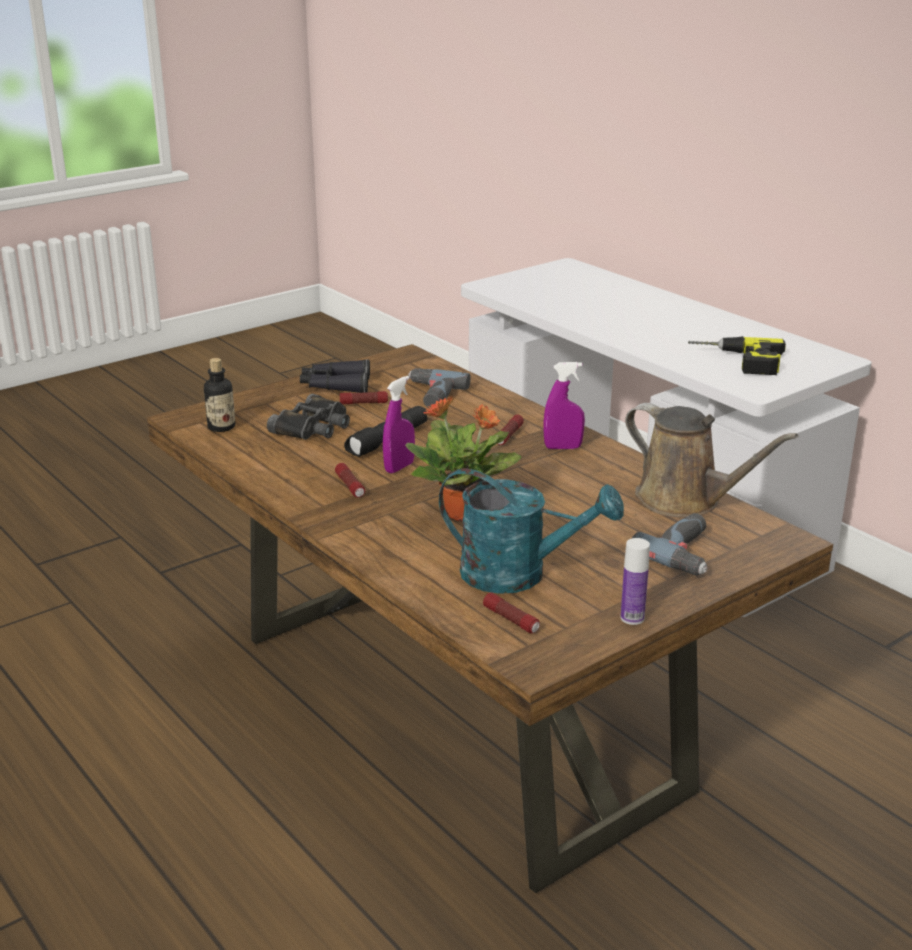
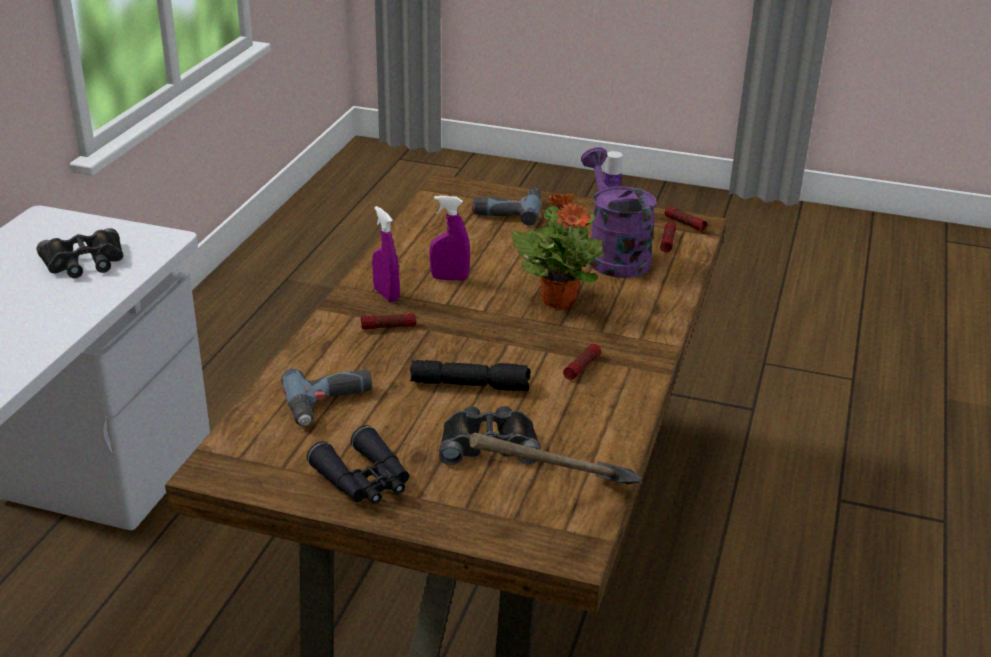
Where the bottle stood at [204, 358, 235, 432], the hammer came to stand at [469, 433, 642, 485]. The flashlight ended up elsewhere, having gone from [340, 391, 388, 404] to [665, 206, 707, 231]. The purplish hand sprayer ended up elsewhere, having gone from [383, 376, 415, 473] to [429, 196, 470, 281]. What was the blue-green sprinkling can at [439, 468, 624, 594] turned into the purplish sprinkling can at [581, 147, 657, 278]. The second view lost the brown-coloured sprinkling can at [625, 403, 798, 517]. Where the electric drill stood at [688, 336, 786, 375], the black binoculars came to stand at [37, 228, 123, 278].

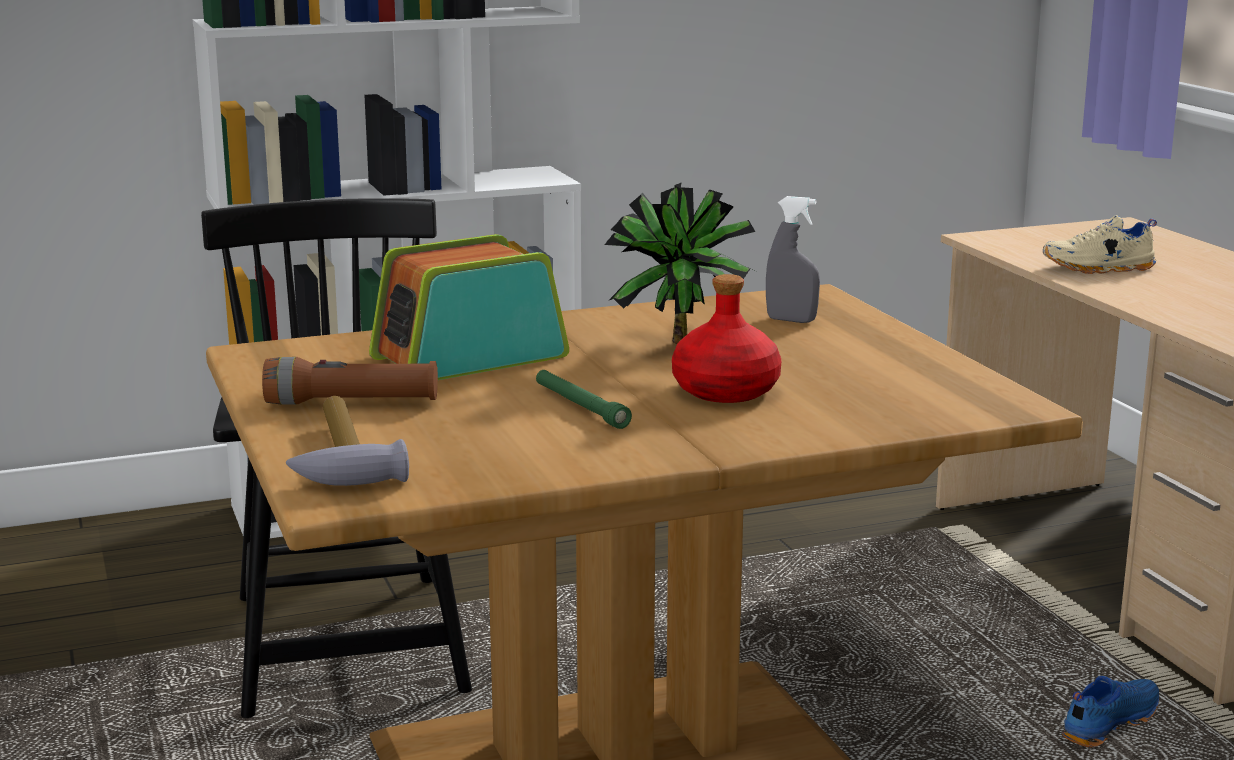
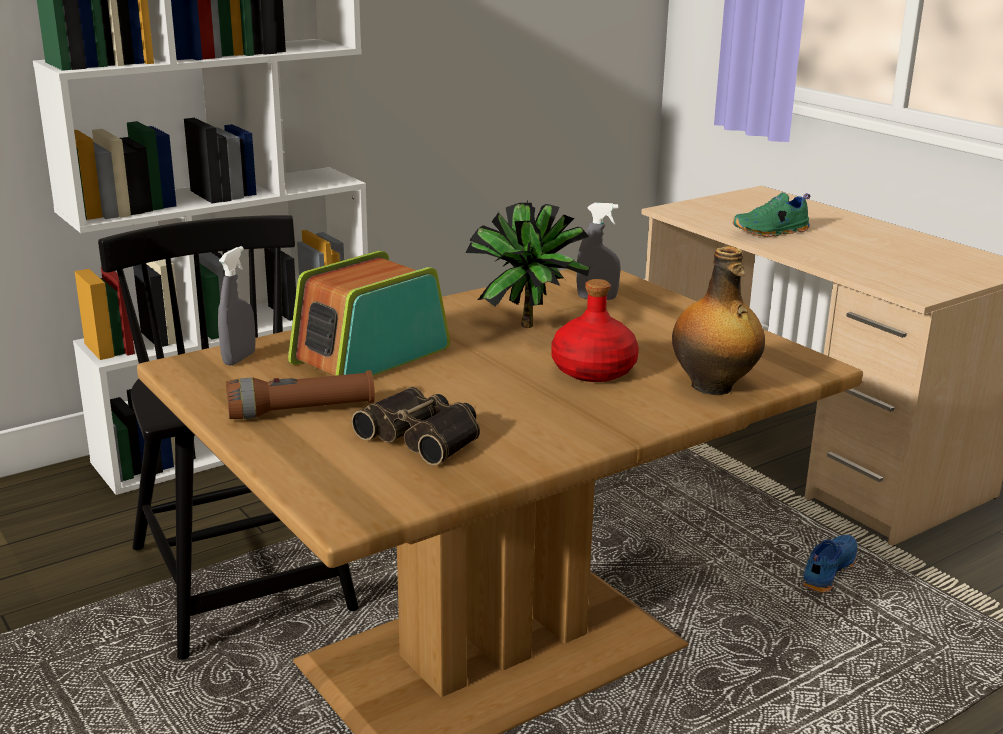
The second view lost the hammer at [285, 396, 409, 486]. The second view lost the greenish flashlight at [536, 370, 632, 429]. What was the beige-coloured item of footwear at [1043, 215, 1157, 274] turned into the greenish item of footwear at [733, 192, 810, 237]. The second view gained the gray hand sprayer at [218, 246, 256, 366]. The second view gained the binoculars at [351, 387, 480, 465]. The second view gained the bottle at [672, 246, 765, 395].

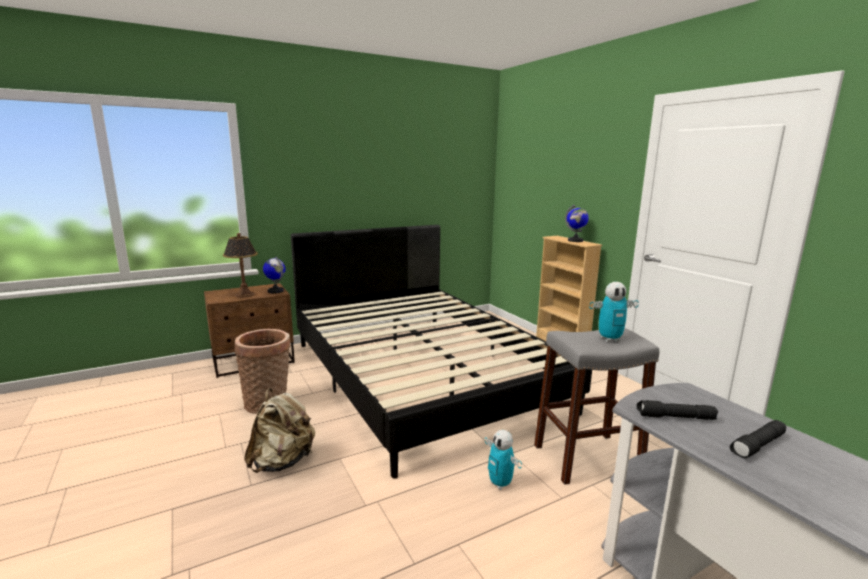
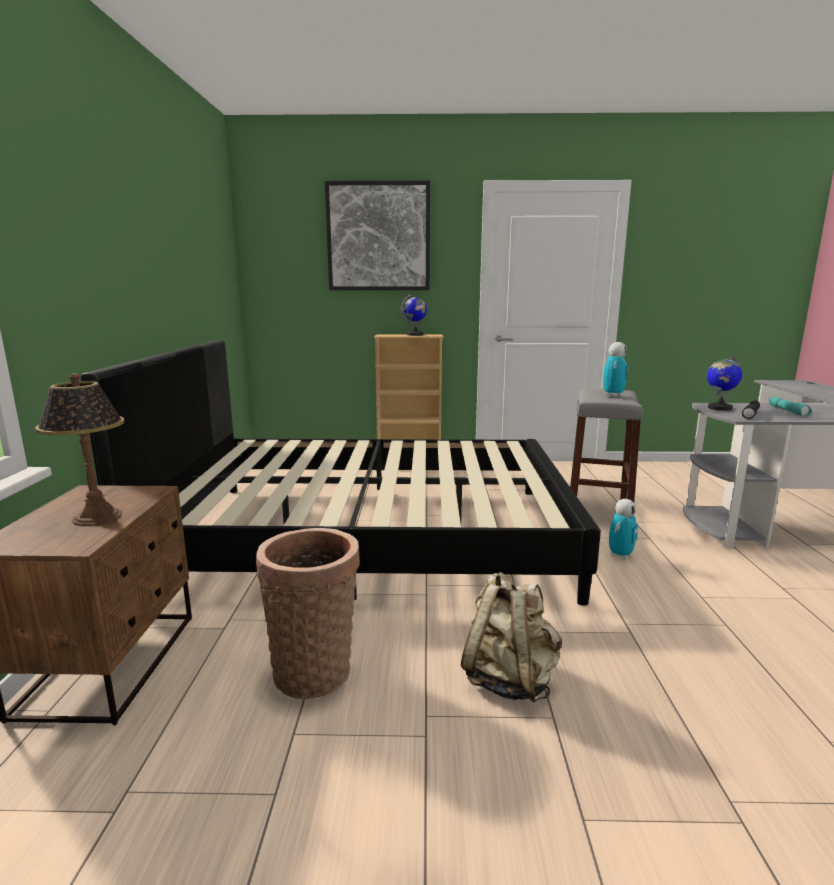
The globe ended up elsewhere, having gone from [263, 257, 286, 293] to [707, 355, 742, 411]. The model robot at [485, 430, 522, 490] ended up facing another way, 45 degrees counterclockwise from before. What was the black flashlight at [730, 420, 786, 459] turned into the blue-green flashlight at [769, 397, 812, 416]. The second view gained the wall picture at [325, 181, 430, 290].

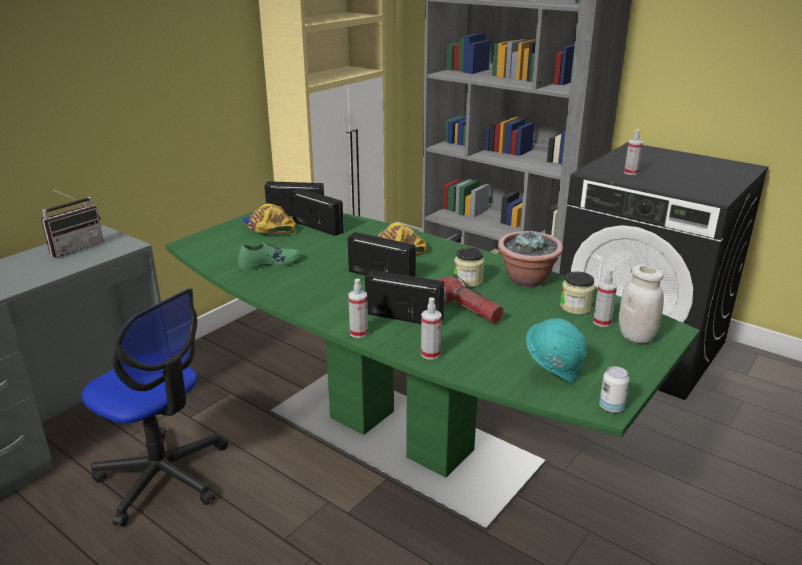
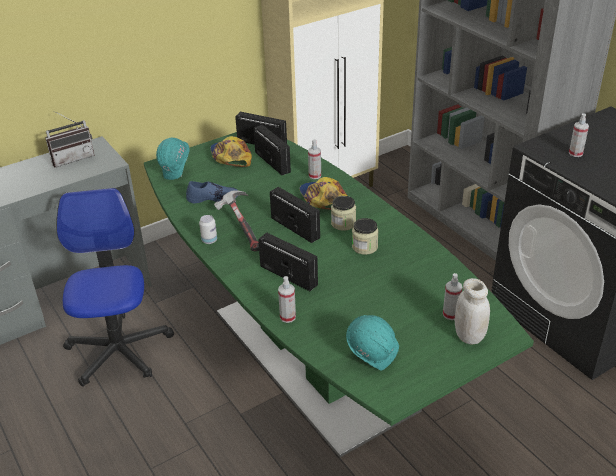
The computer chair at [82, 288, 228, 527] ended up facing another way, 150 degrees counterclockwise from before. What was the greenish item of footwear at [238, 243, 300, 271] turned into the blue-coloured item of footwear at [186, 181, 238, 203]. The hand sprayer ended up elsewhere, having gone from [348, 278, 368, 338] to [308, 139, 321, 179]. The second view lost the flashlight at [438, 274, 504, 324]. The second view lost the plant in a pot at [498, 231, 563, 287]. The jar ended up elsewhere, having gone from [560, 272, 595, 315] to [331, 196, 356, 231]. The can ended up elsewhere, having gone from [599, 366, 629, 413] to [199, 215, 217, 244]. The second view gained the blue-green work helmet at [156, 138, 190, 180]. The second view gained the hammer at [214, 190, 259, 252].

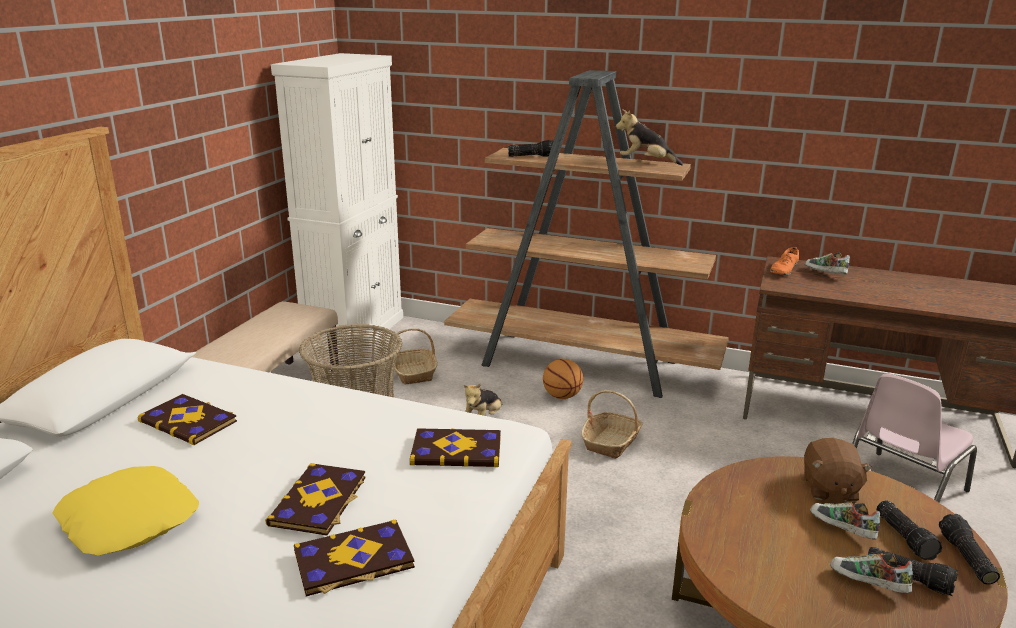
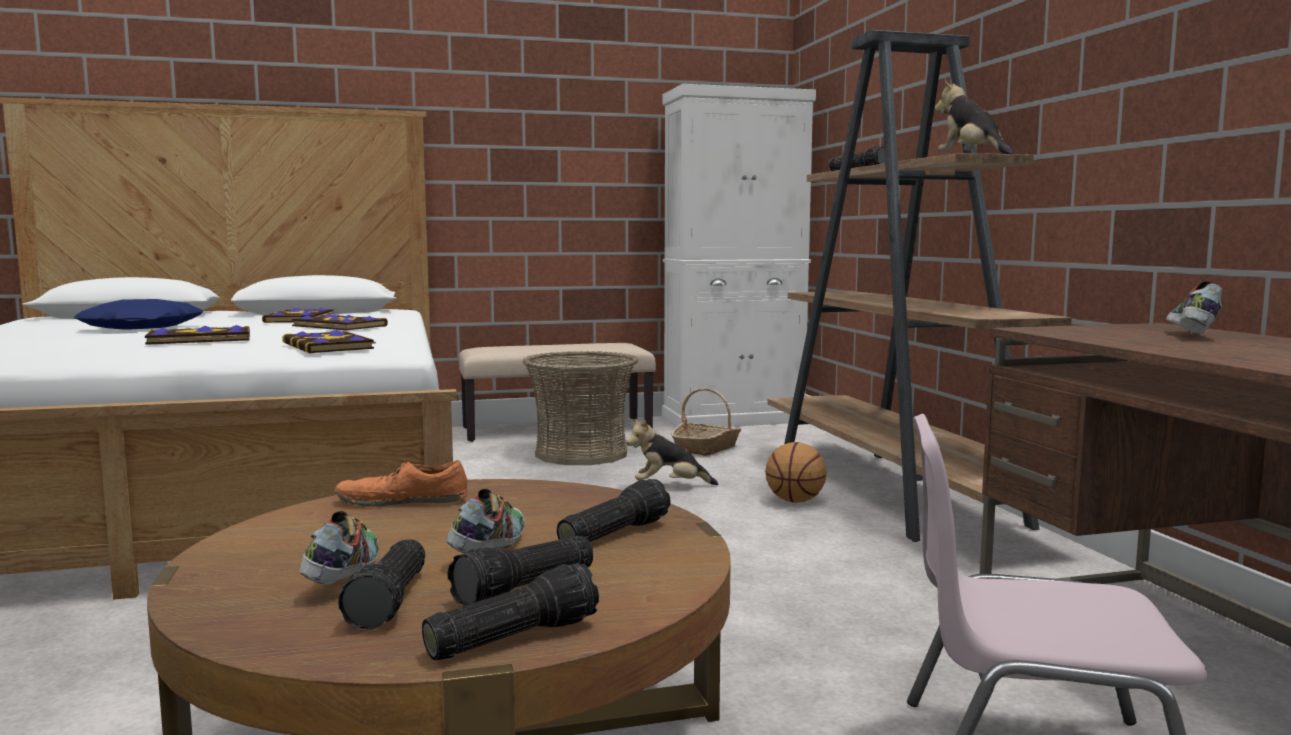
What was the yellow cushion at [53, 466, 199, 556] turned into the blue-coloured cushion at [74, 299, 203, 330]. The bound book ended up elsewhere, having gone from [294, 519, 415, 596] to [292, 313, 388, 330]. The second view lost the household basket at [581, 390, 642, 459]. The orange item of footwear ended up elsewhere, having gone from [770, 247, 799, 276] to [335, 460, 468, 507]. Where the brown-coloured cuddly toy stood at [804, 438, 873, 502], the flashlight came to stand at [557, 479, 671, 542].

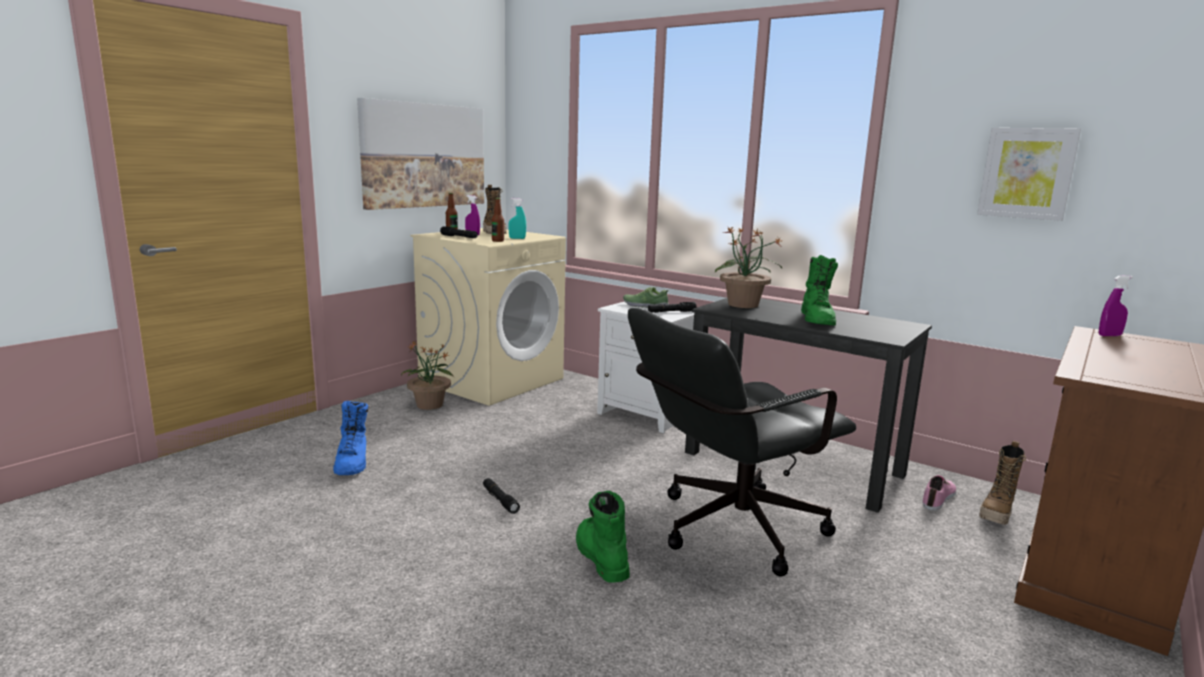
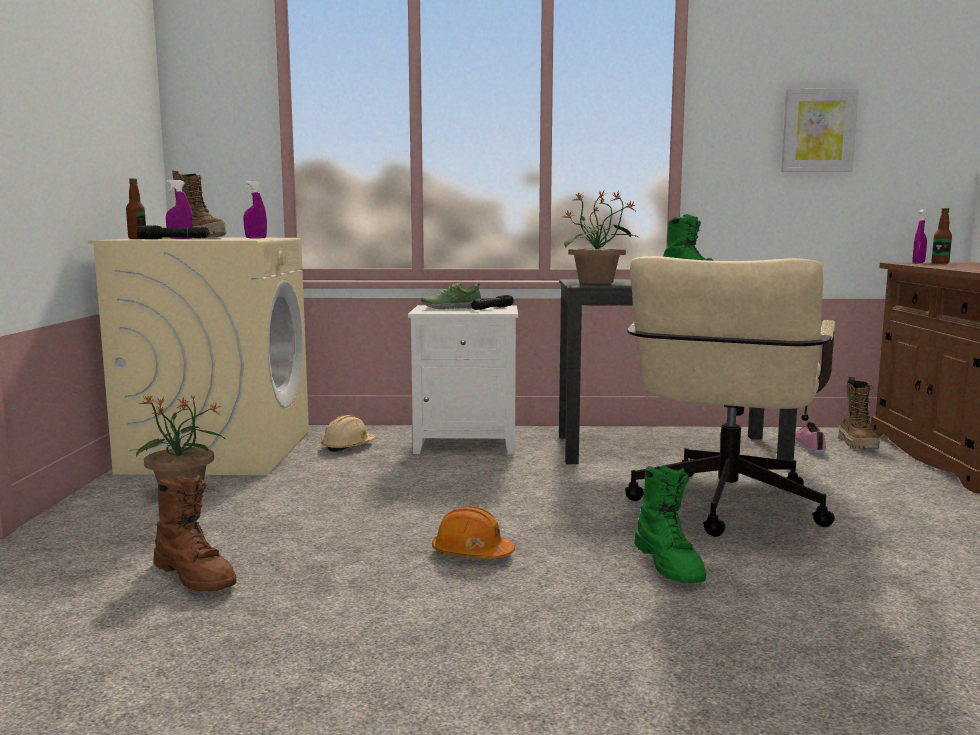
What was the blue-coloured boot at [333, 401, 368, 475] turned into the brown-coloured boot at [153, 475, 236, 591]. The second view lost the wall picture at [357, 98, 484, 210]. Where the black flashlight stood at [483, 478, 520, 514], the orange work helmet came to stand at [432, 506, 515, 558]. The bottle ended up elsewhere, having gone from [492, 198, 504, 242] to [932, 208, 952, 264]. What was the blue-green hand sprayer at [508, 198, 526, 239] turned into the purplish hand sprayer at [244, 181, 267, 238]. The greenish boot at [576, 491, 630, 582] ended up facing another way, 135 degrees counterclockwise from before. What was the black computer chair at [628, 308, 856, 577] turned into the beige-coloured computer chair at [625, 256, 835, 537]. The second view gained the beige-coloured work helmet at [321, 415, 375, 452].

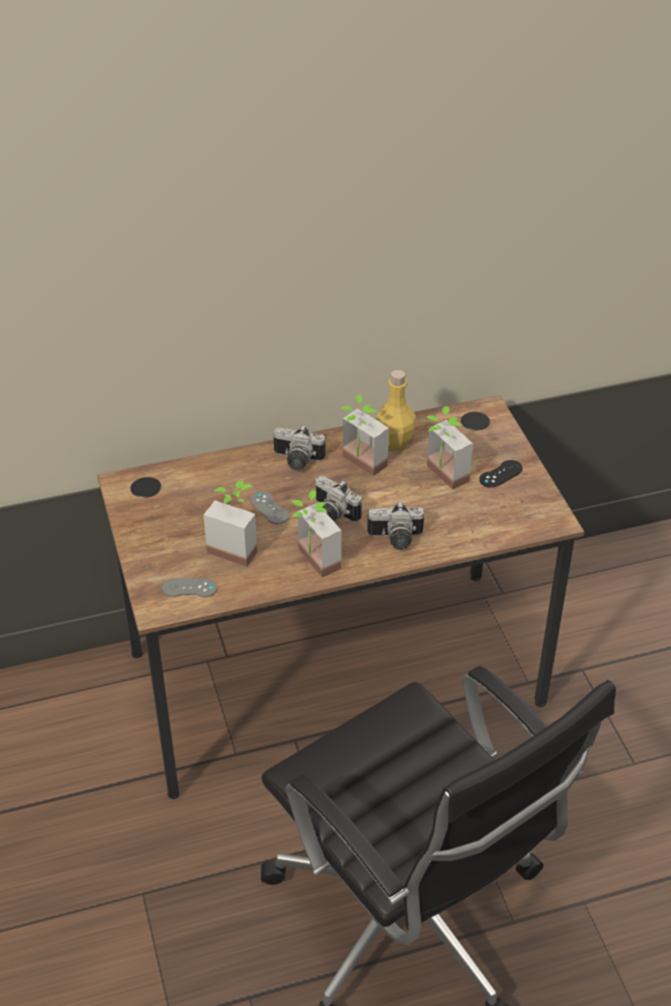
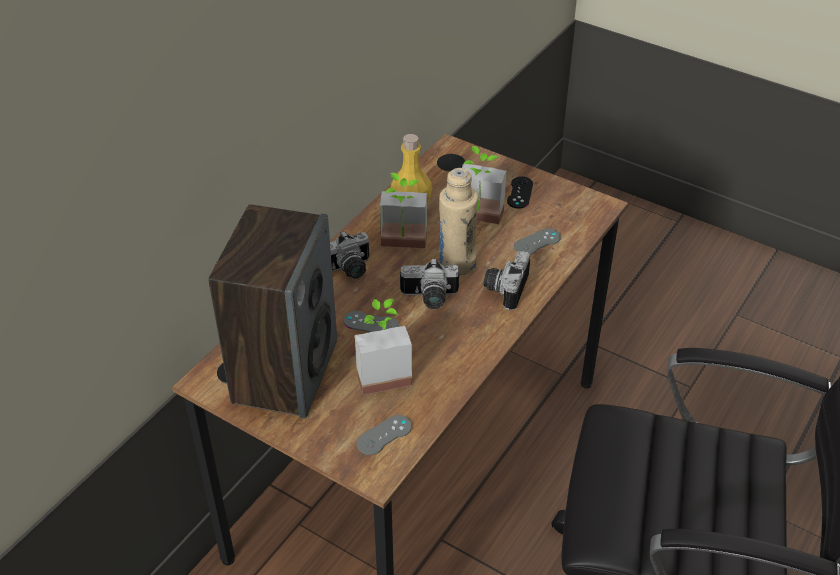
The second view lost the plant in a pot at [291, 490, 342, 577]. The photo camera at [367, 502, 424, 550] ended up facing another way, 150 degrees clockwise from before. The second view gained the loudspeaker at [208, 204, 337, 418]. The second view gained the beige-coloured bottle at [439, 168, 478, 276]. The second view gained the gray joypad at [514, 228, 561, 255].

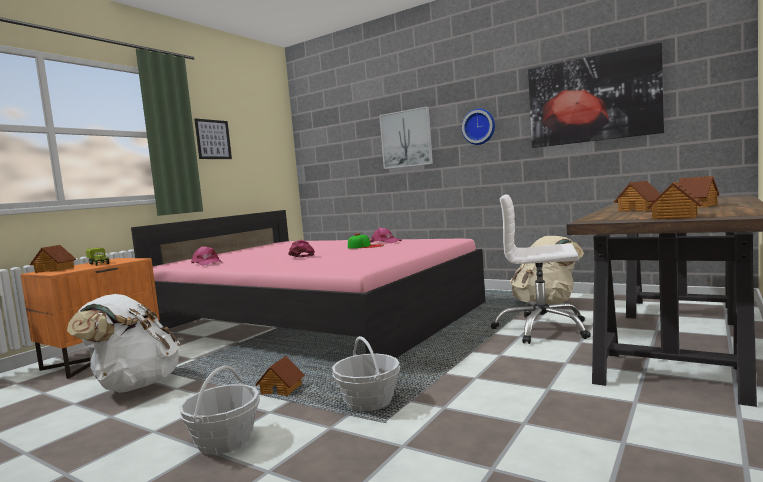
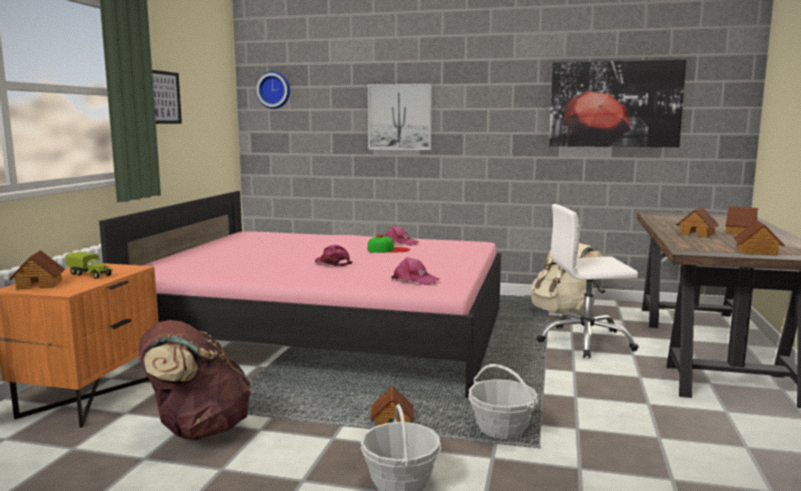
What was the white-coloured rucksack at [67, 294, 180, 393] turned into the brown-coloured rucksack at [138, 320, 252, 440]. The pink peaked cap ended up elsewhere, having gone from [191, 246, 221, 266] to [391, 257, 440, 285]. The clock on the wall ended up elsewhere, having gone from [462, 108, 495, 145] to [256, 71, 290, 109].

